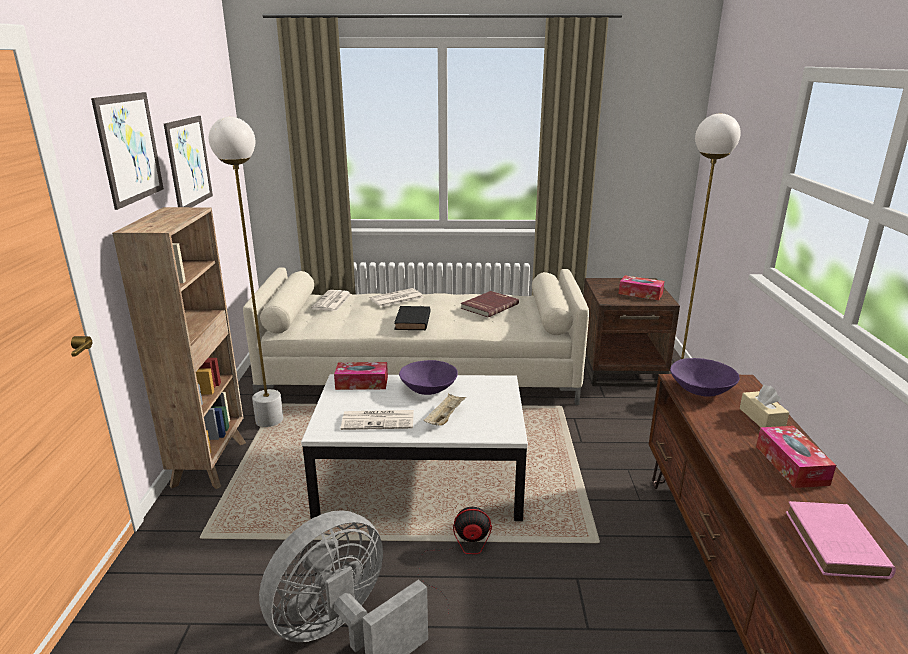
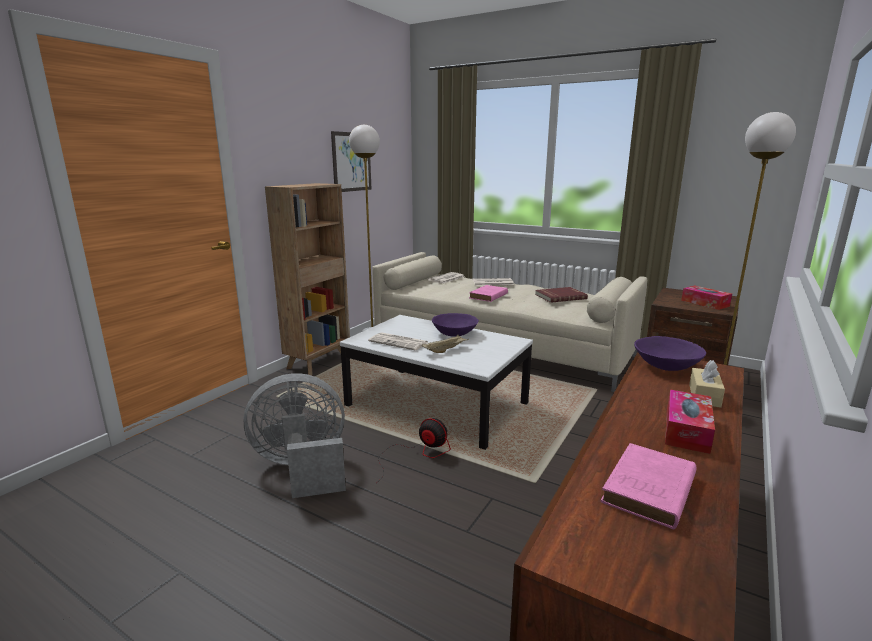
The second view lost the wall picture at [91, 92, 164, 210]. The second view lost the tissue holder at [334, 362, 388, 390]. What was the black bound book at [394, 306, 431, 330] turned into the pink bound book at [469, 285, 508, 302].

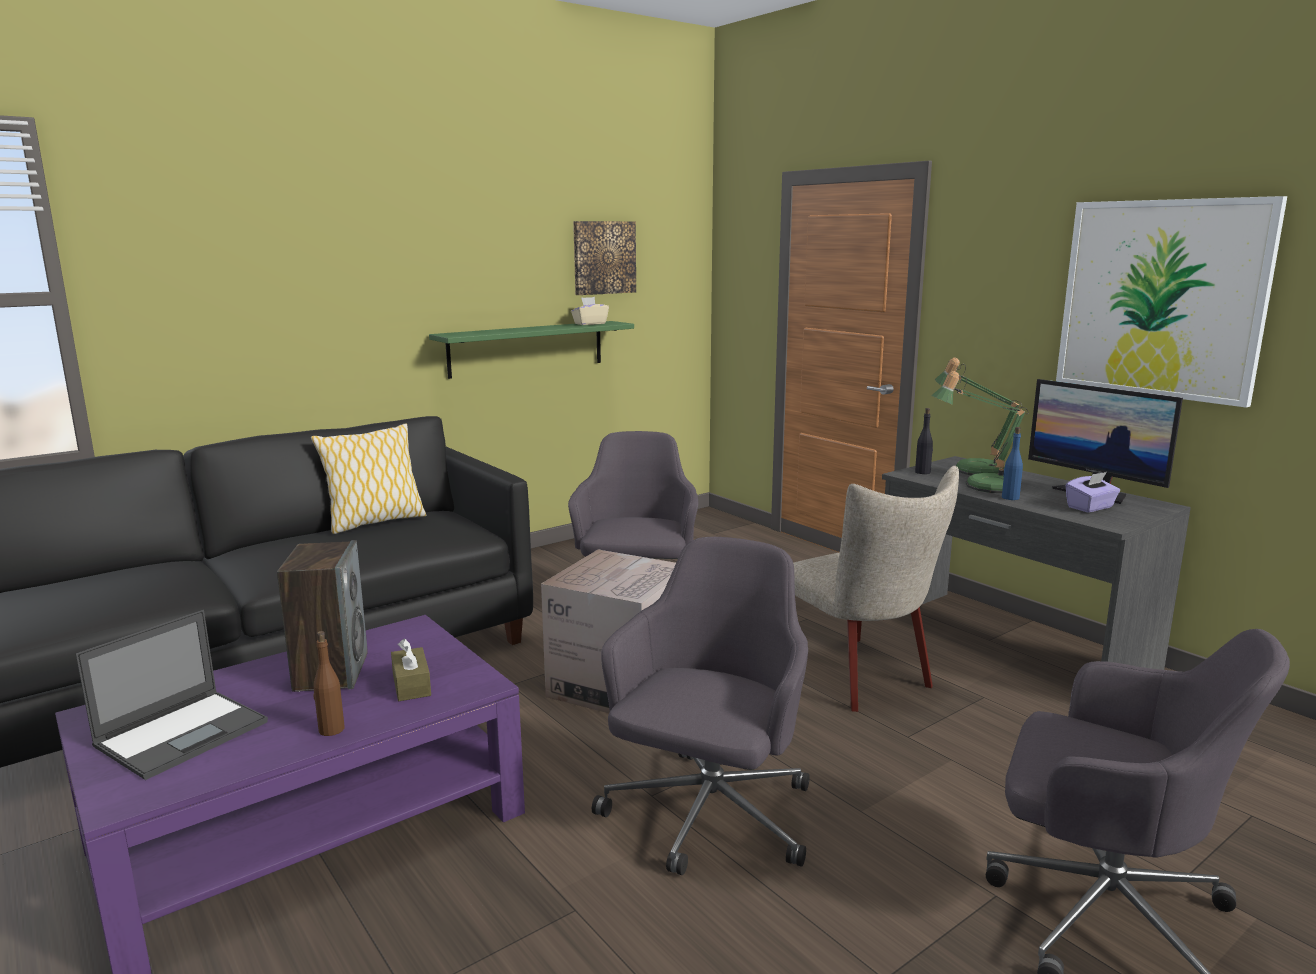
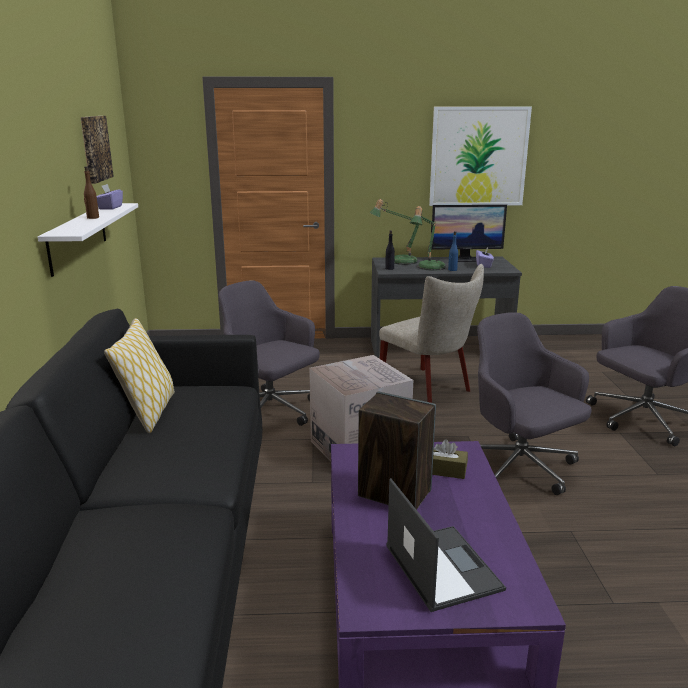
The brown-coloured bottle ended up elsewhere, having gone from [314, 631, 345, 736] to [84, 166, 99, 219]. What was the greenish bracket shelf at [429, 321, 634, 379] turned into the white-coloured bracket shelf at [38, 203, 138, 277]. What was the beige-coloured tissue holder at [571, 297, 609, 325] turned into the purplish tissue holder at [97, 184, 123, 209]. The beige-coloured plain chair at [793, 466, 959, 712] ended up facing another way, 45 degrees clockwise from before.

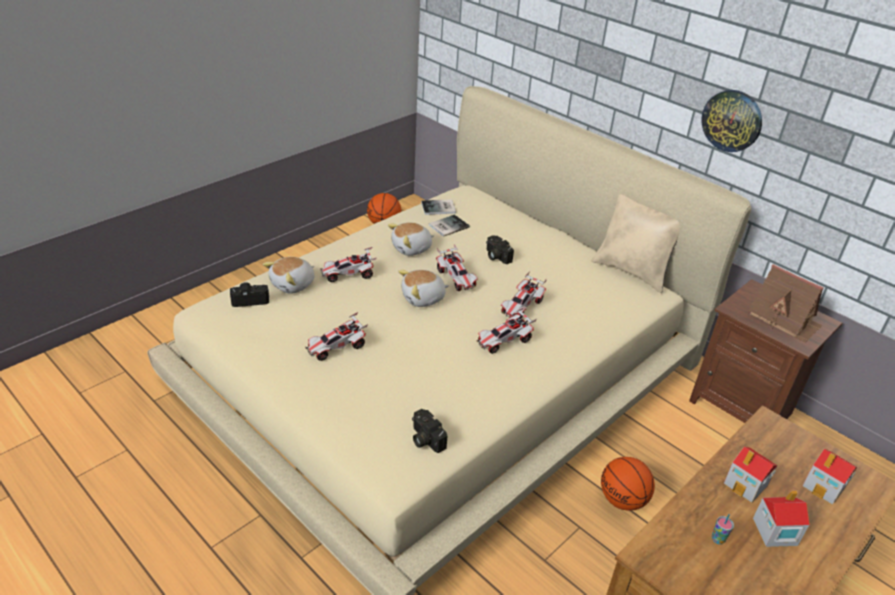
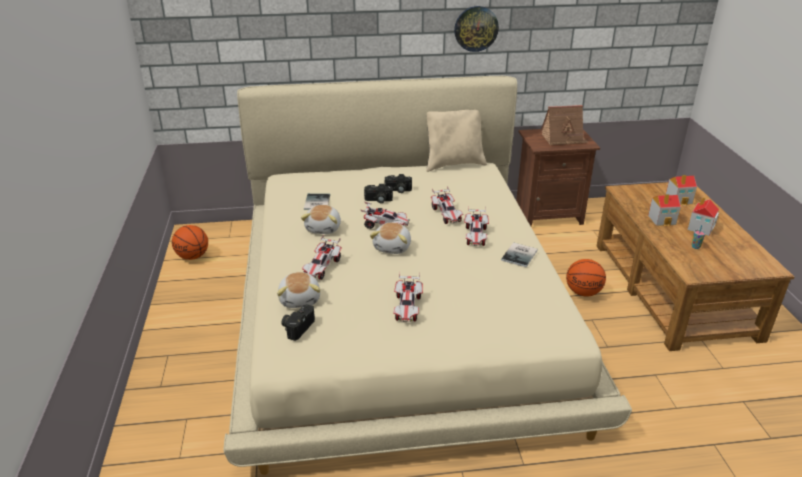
The photo camera ended up elsewhere, having gone from [412, 409, 447, 453] to [384, 174, 412, 193]. The bound book ended up elsewhere, having gone from [421, 199, 456, 215] to [501, 242, 537, 268].

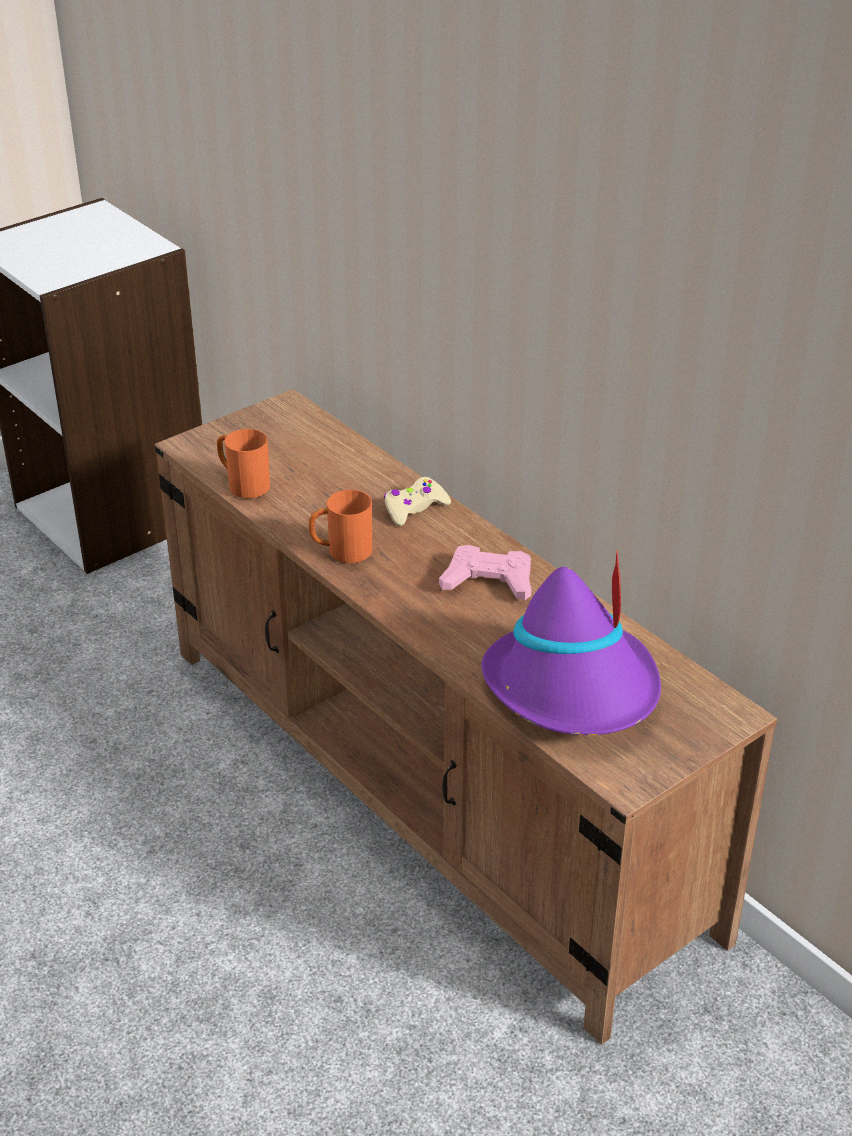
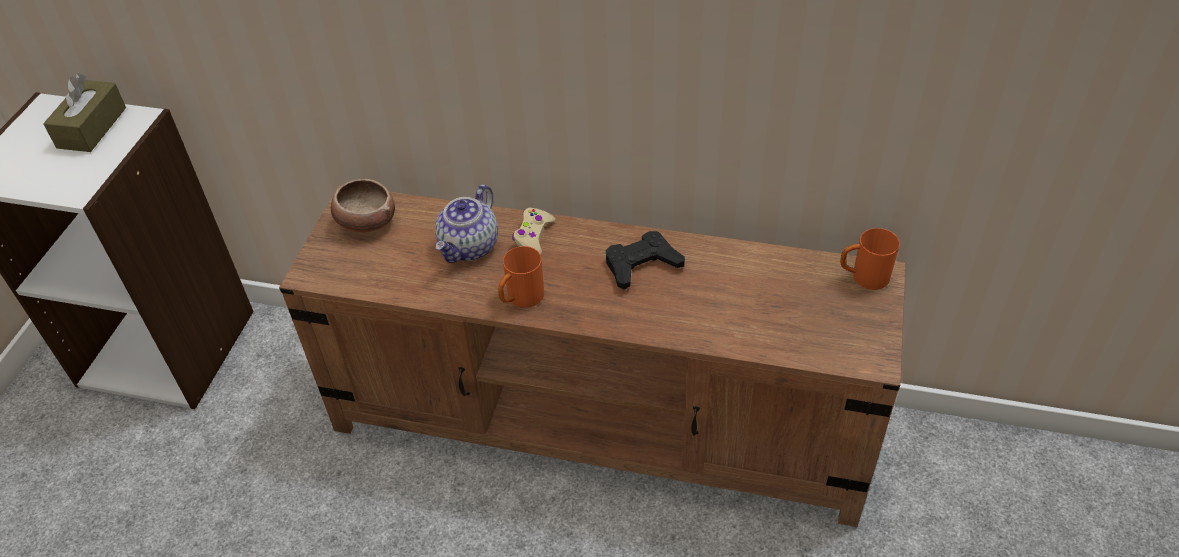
The orange tea mug ended up elsewhere, having gone from [217, 429, 270, 498] to [840, 228, 900, 290]. What was the pink joypad at [439, 545, 531, 600] turned into the black joypad at [606, 231, 685, 290]. The second view lost the purplish clothing hat at [481, 550, 661, 735]. The second view gained the brown-coloured tissue holder at [43, 73, 126, 152]. The second view gained the deep dish at [331, 179, 395, 233]. The second view gained the teapot at [435, 184, 498, 263].

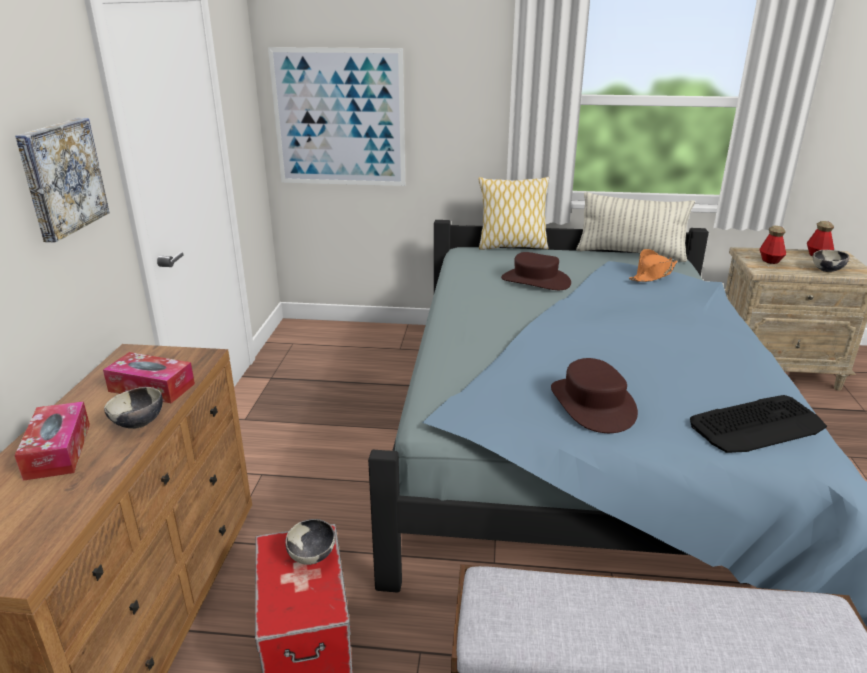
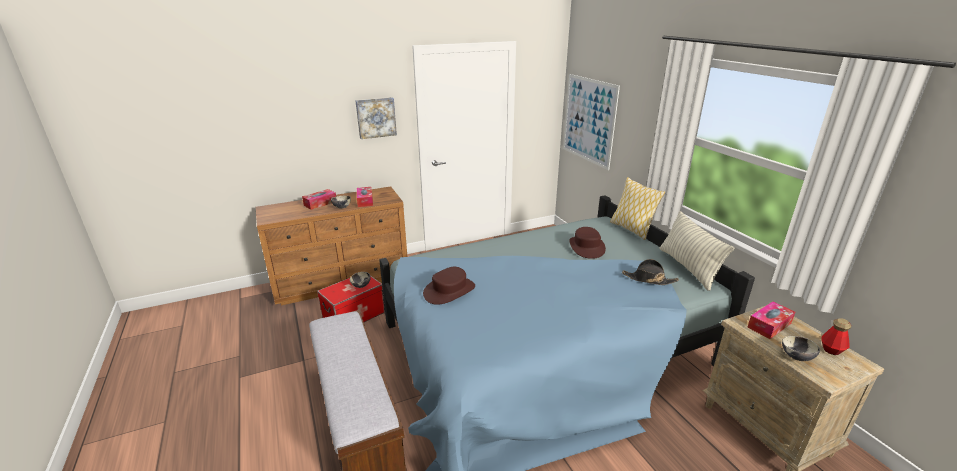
What was the orange clothing hat at [629, 249, 677, 282] turned into the black clothing hat at [622, 259, 679, 285]. The second view lost the PC keyboard at [690, 395, 827, 453]. Where the bottle stood at [759, 226, 786, 264], the tissue holder came to stand at [747, 301, 795, 339].

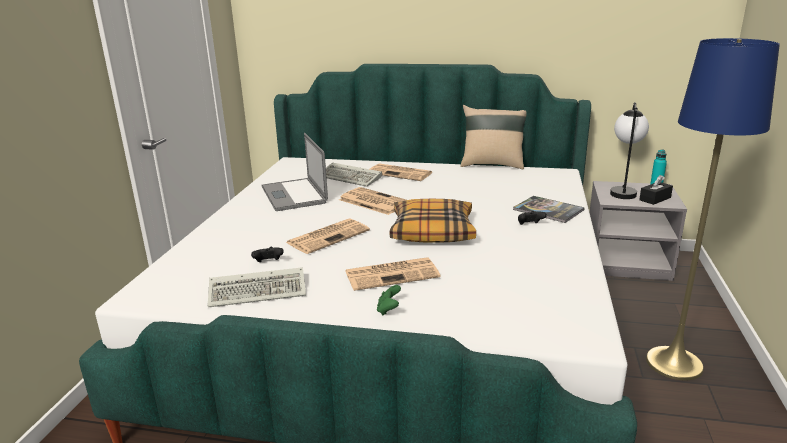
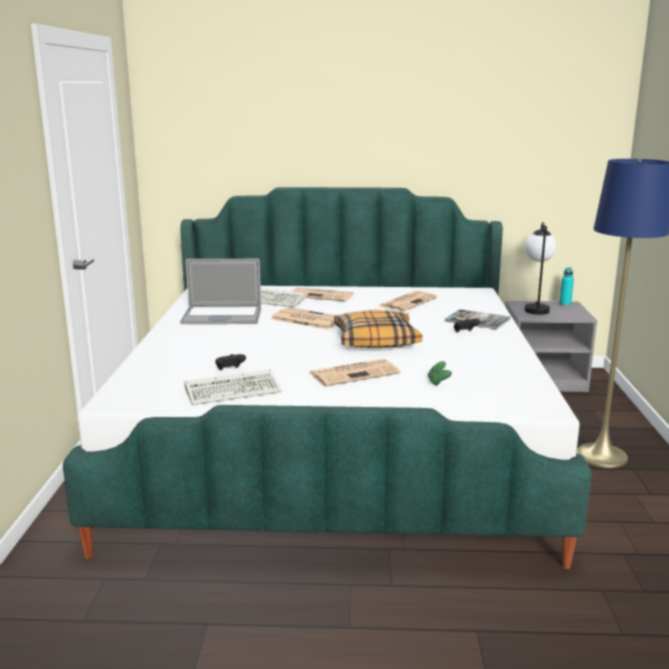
The notebook computer at [262, 133, 328, 211] ended up facing another way, 60 degrees counterclockwise from before. The daily paper ended up elsewhere, having gone from [286, 218, 370, 254] to [378, 291, 438, 312]. The greenish joypad ended up elsewhere, having gone from [377, 285, 401, 315] to [428, 361, 452, 386]. The second view lost the beige-coloured cushion at [460, 105, 527, 169]. The second view lost the black tissue holder at [639, 175, 673, 205].

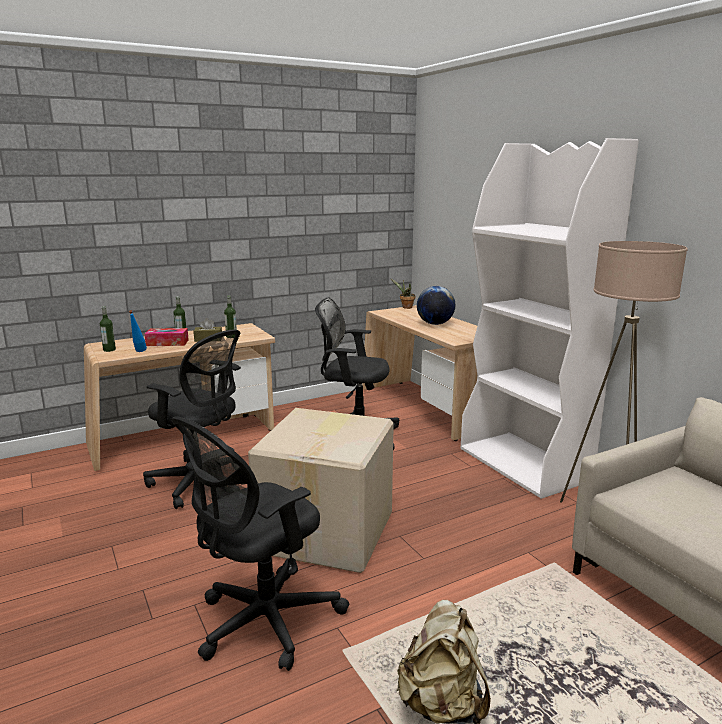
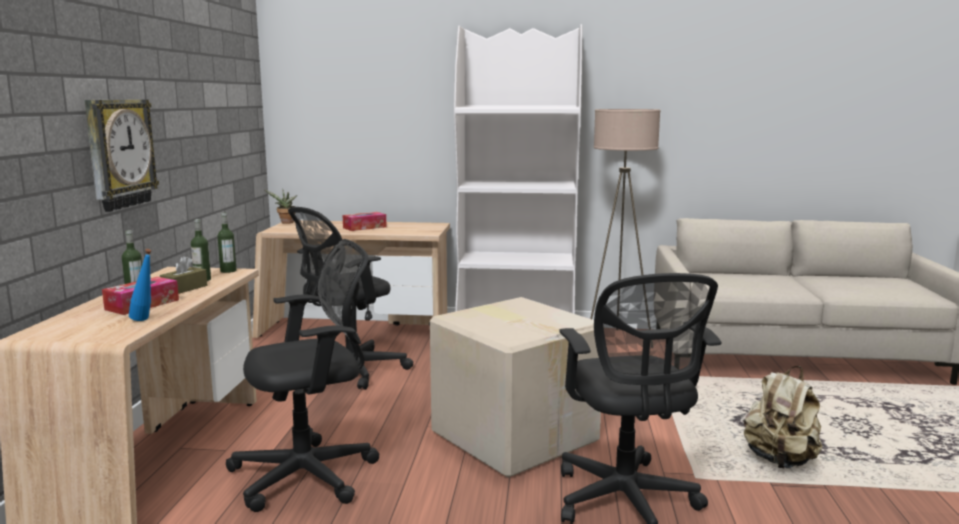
The bottle ended up elsewhere, having gone from [100, 306, 116, 352] to [218, 213, 237, 273]. Where the globe stood at [417, 286, 455, 325], the tissue holder came to stand at [343, 212, 387, 231]. The second view gained the clock on the wall at [85, 100, 159, 212].

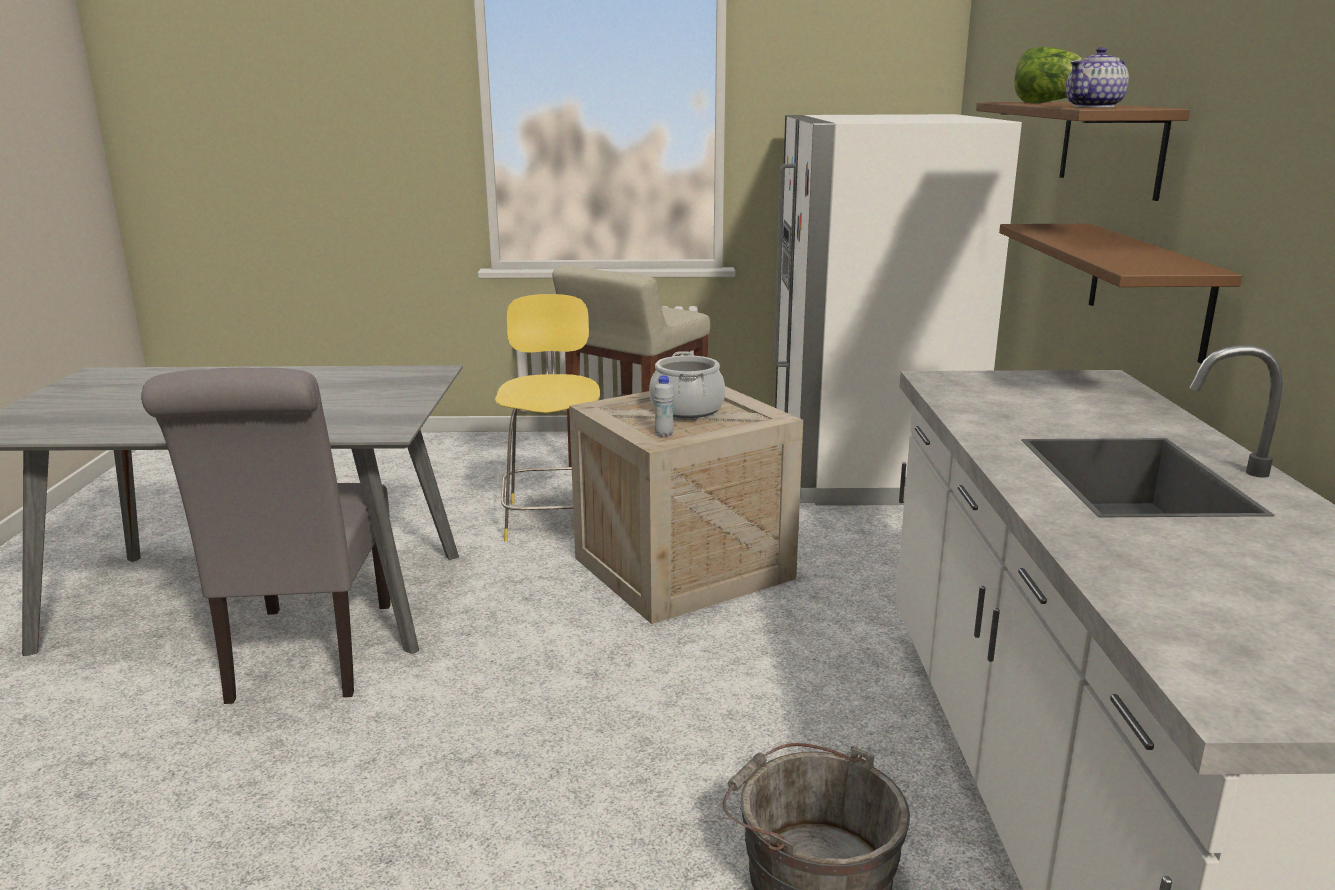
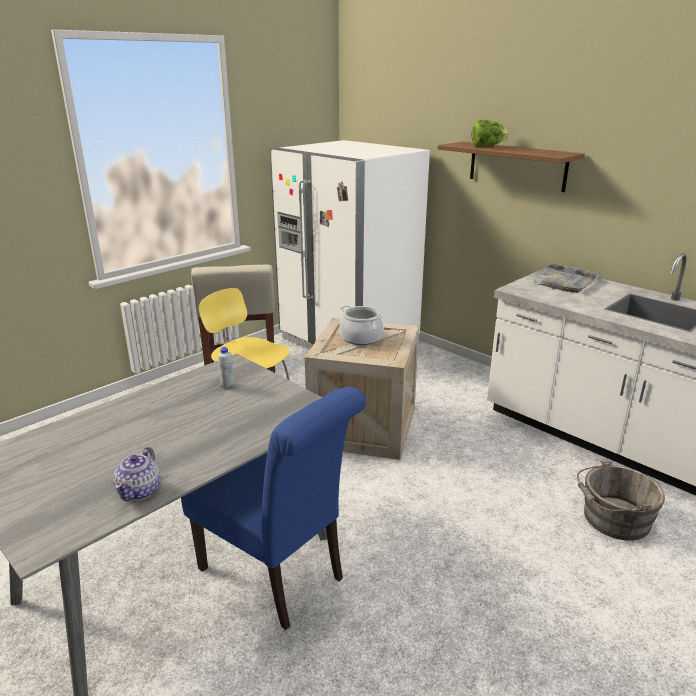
What was the gray plain chair at [141, 368, 391, 704] turned into the blue-coloured plain chair at [181, 387, 366, 630]. The white-coloured bottle ended up elsewhere, having gone from [654, 375, 674, 437] to [218, 347, 234, 389]. The second view lost the brown-coloured bracket shelf at [999, 224, 1242, 364]. The teapot ended up elsewhere, having gone from [1066, 47, 1129, 108] to [113, 447, 160, 501]. The second view gained the gray carrying tray at [532, 264, 601, 293].

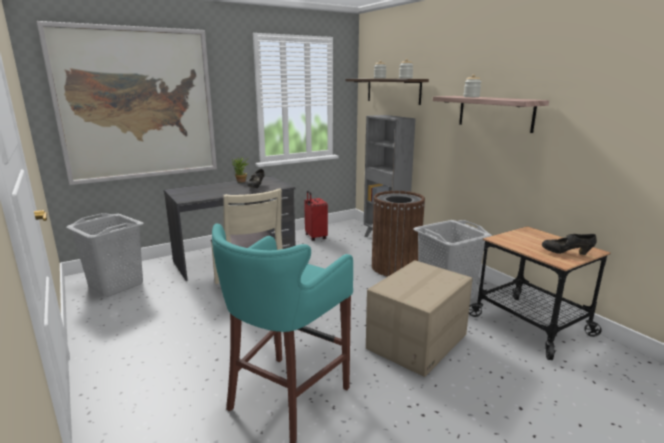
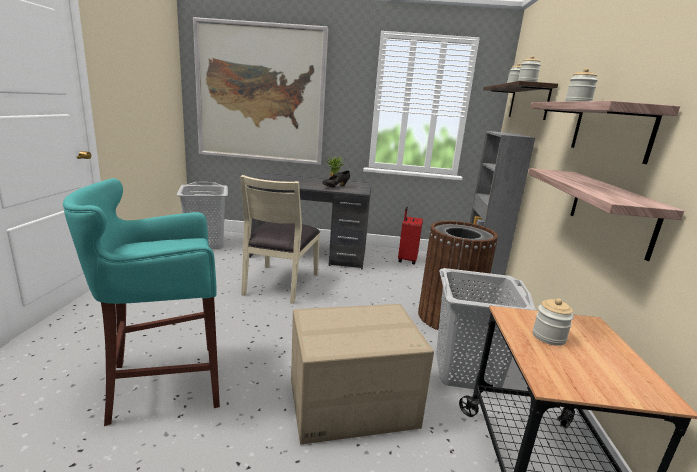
The second view lost the black item of footwear at [542, 234, 597, 255]. The second view gained the bracket shelf at [528, 168, 684, 261]. The second view gained the jar at [533, 298, 574, 346].

